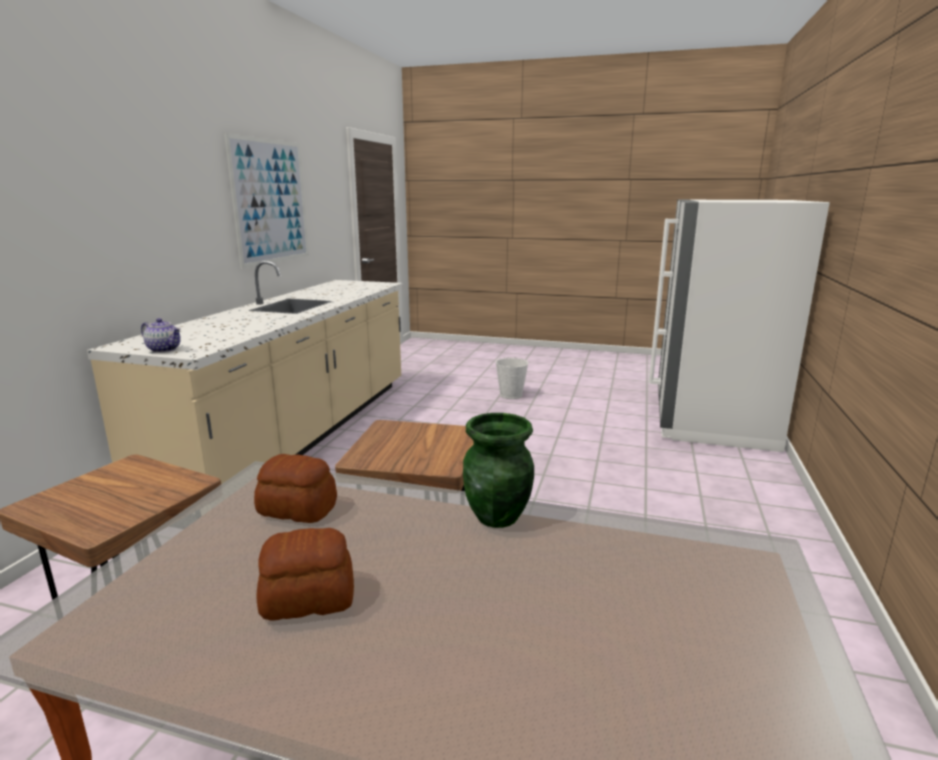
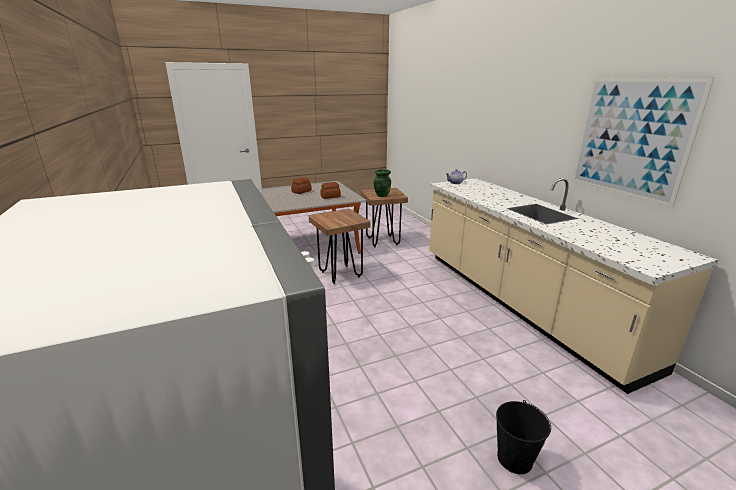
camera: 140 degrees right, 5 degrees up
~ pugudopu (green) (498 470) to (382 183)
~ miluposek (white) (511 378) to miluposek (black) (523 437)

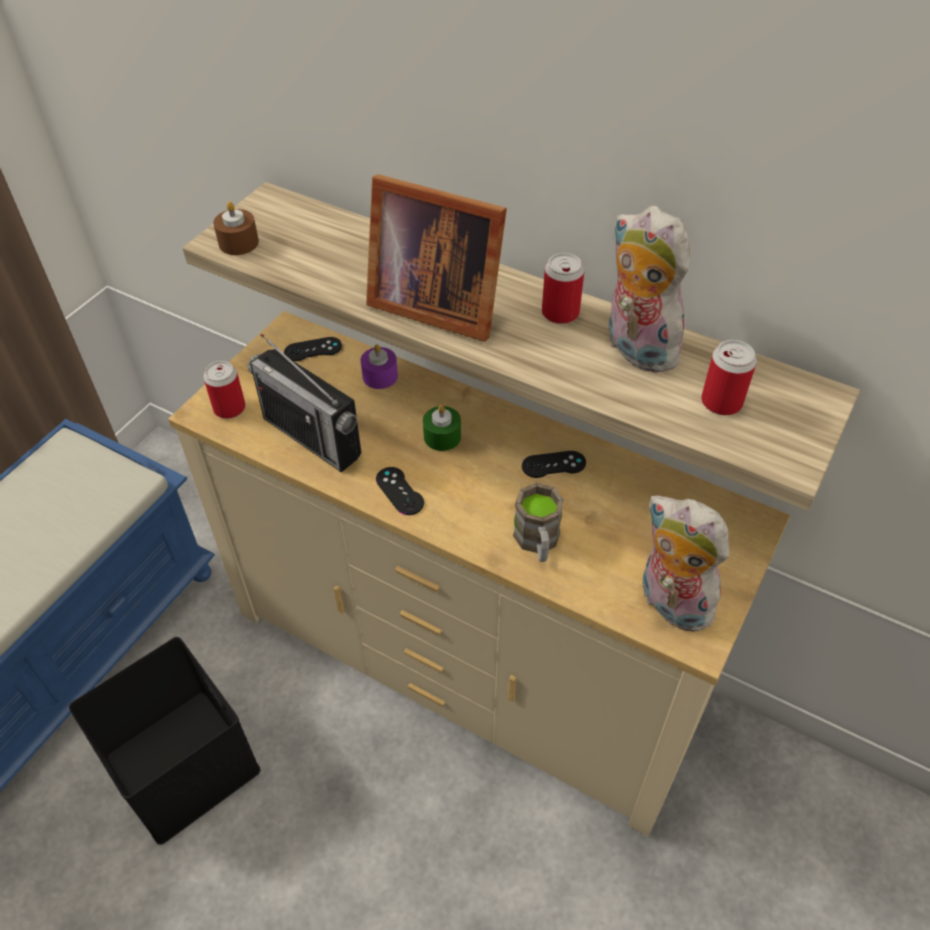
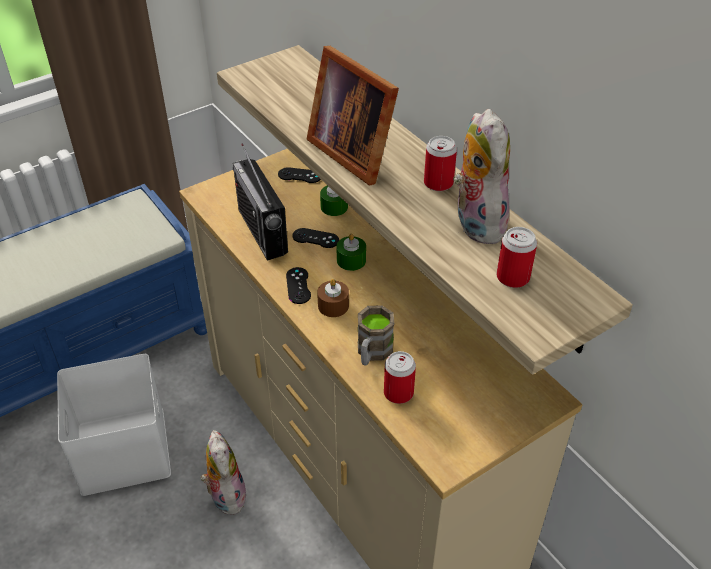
camera: 25 degrees right, 5 degrees down
~ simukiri (224 390) to (400 377)
~ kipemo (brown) (236 228) to (333 298)
~ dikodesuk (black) (554 464) to (315 238)
~ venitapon (685 564) to (224 472)
~ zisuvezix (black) (165 741) to zisuvezix (white) (114 425)
~ kipemo (purple) (379 366) to kipemo (green) (334 200)

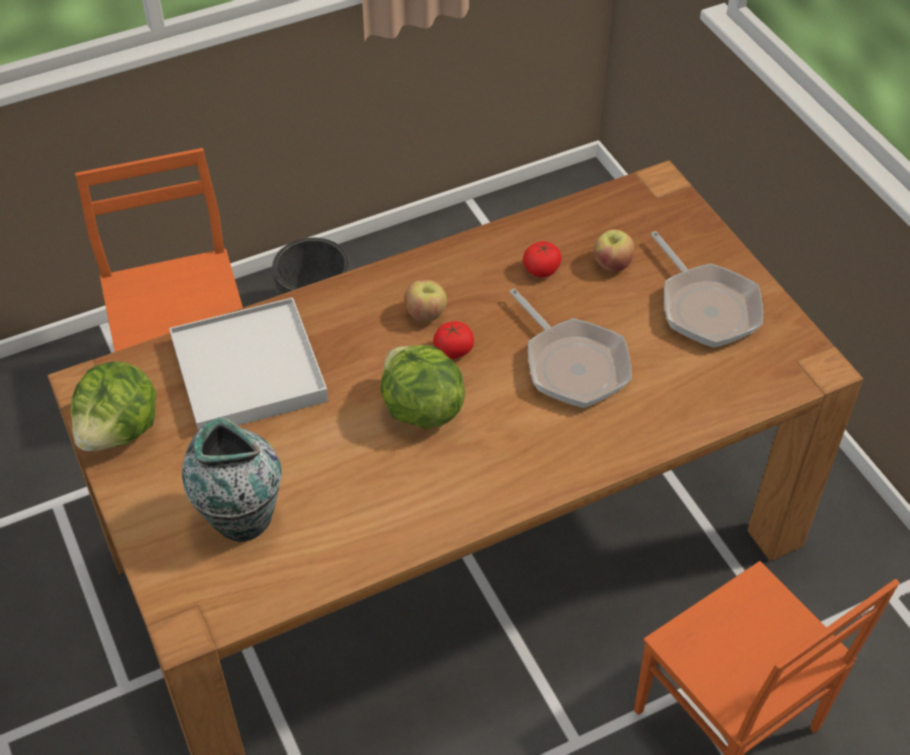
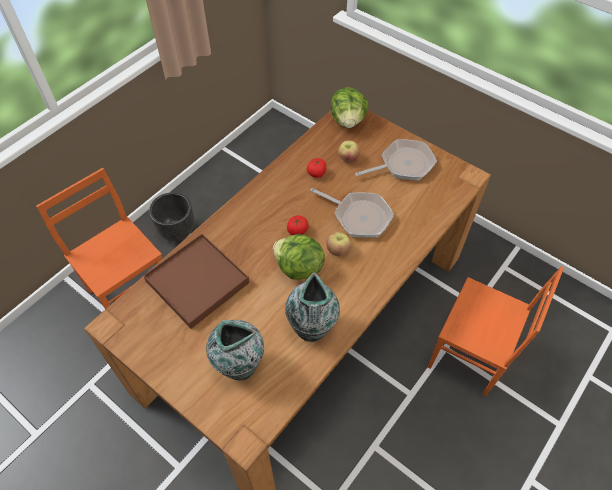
camera: 25 degrees left, 5 degrees up
+ pugudopu (312 307)
~ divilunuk (113 406) to (349 107)
~ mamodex (426 301) to (338 244)
~ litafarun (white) (248 363) to litafarun (brown) (196 281)
~ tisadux (707 289) = (396 159) 60 degrees counterclockwise

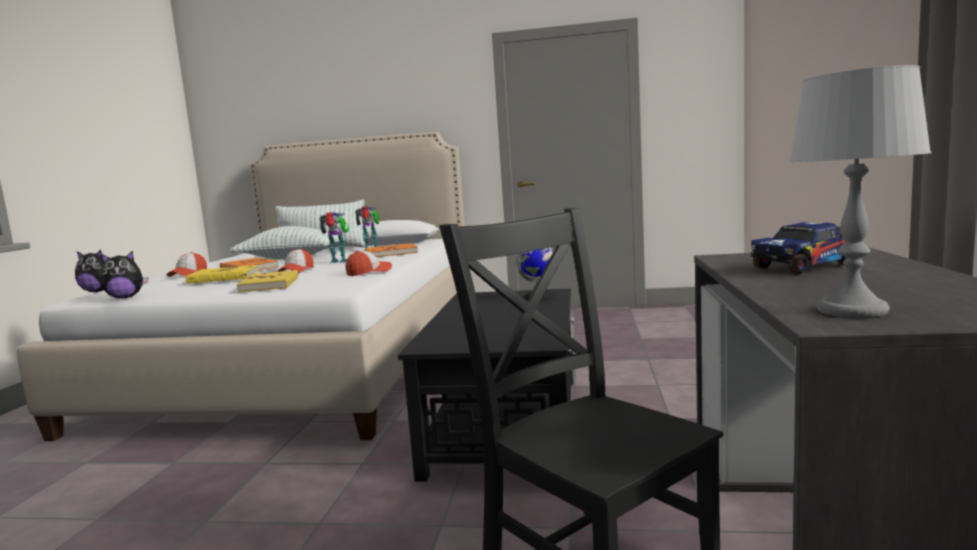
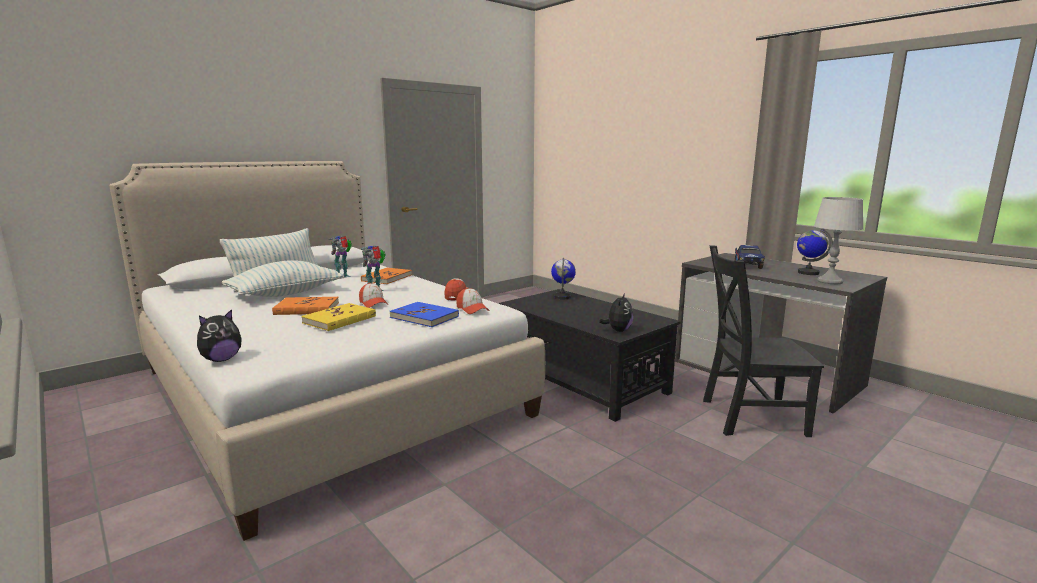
camera: 50 degrees left, 5 degrees up
+ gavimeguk (815 251)
~ venitapon (124 274) to (616 312)
~ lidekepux (187 264) to (472 301)
~ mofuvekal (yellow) (267 281) to mofuvekal (blue) (424 314)

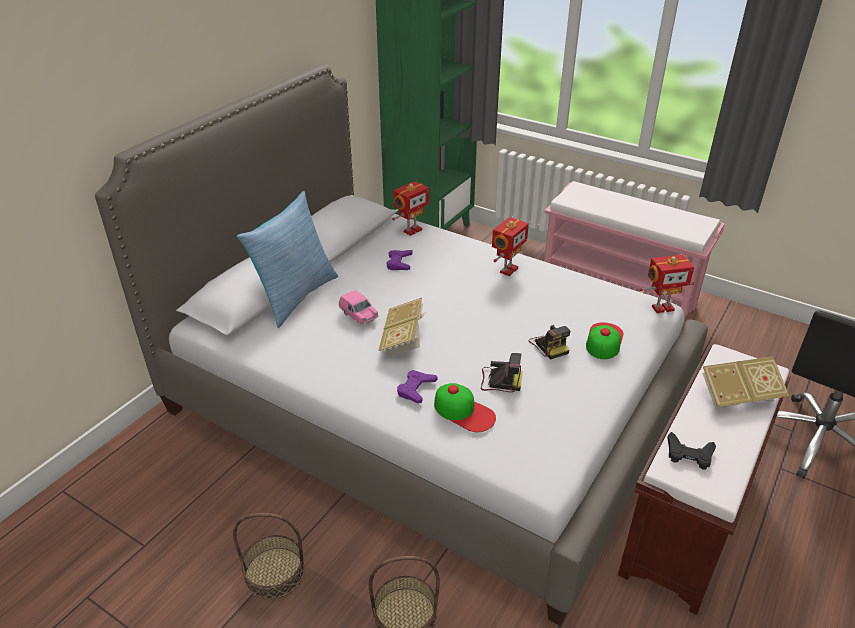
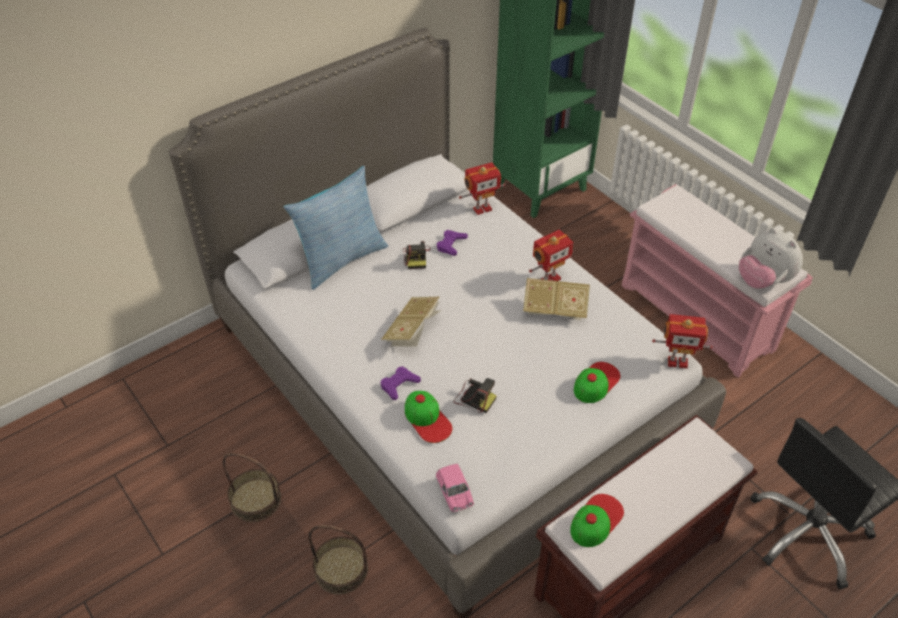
camera: 20 degrees right, 10 degrees up
+ venitapon (771 258)
~ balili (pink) (358 307) to (455 488)
~ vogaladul (550 342) to (416 255)
~ mofuvekal (745 383) to (556 299)
~ dikodesuk (black) (691 451) to lidekepux (597 520)

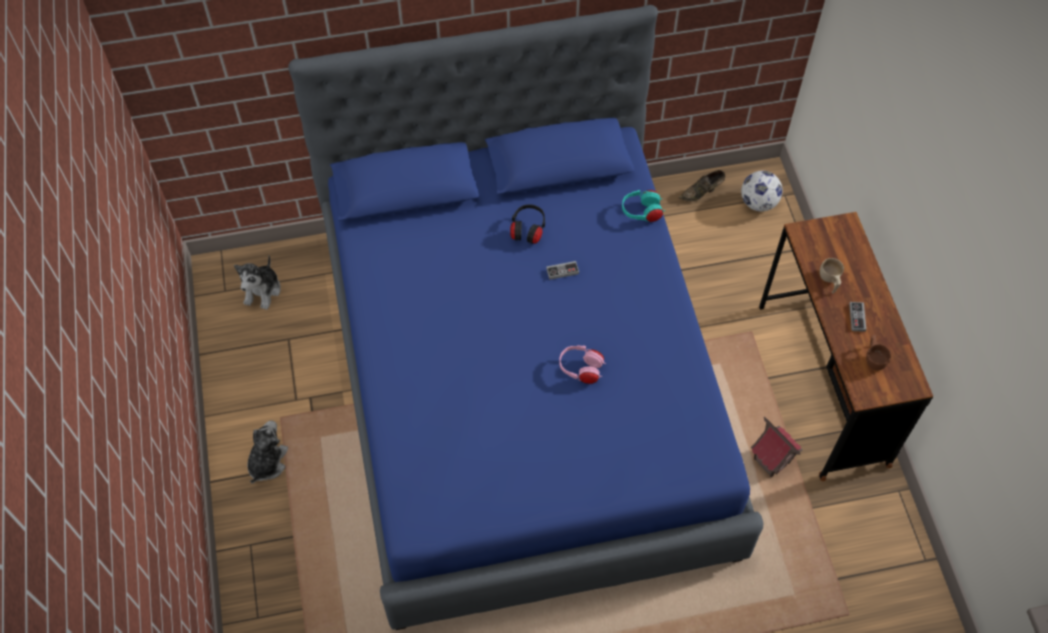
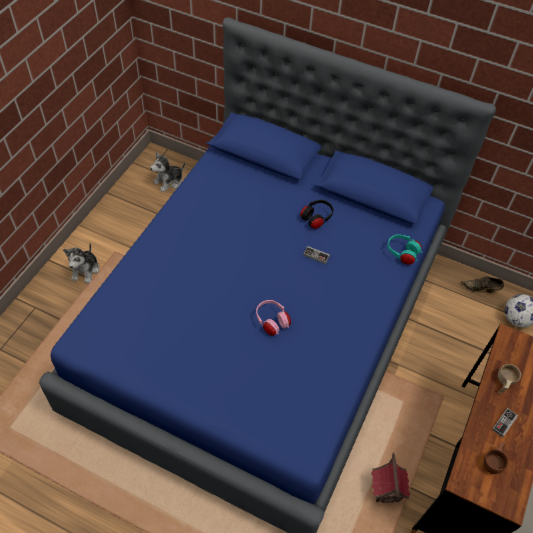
camera: 35 degrees right, 5 degrees down
~ venitapon (267 451) = (81 263) 135 degrees clockwise

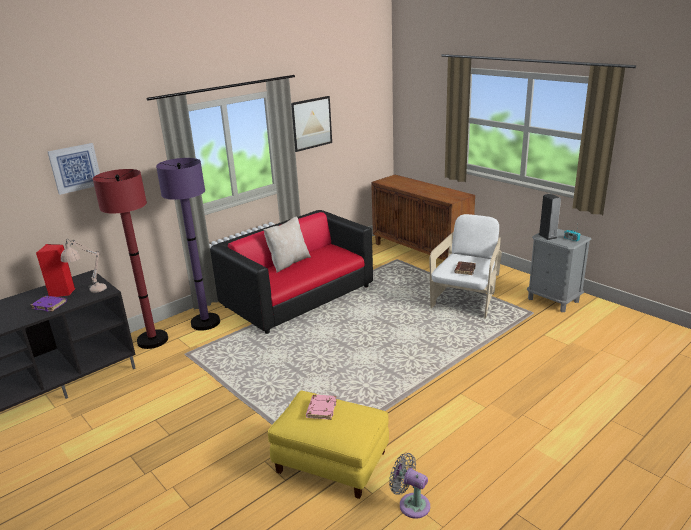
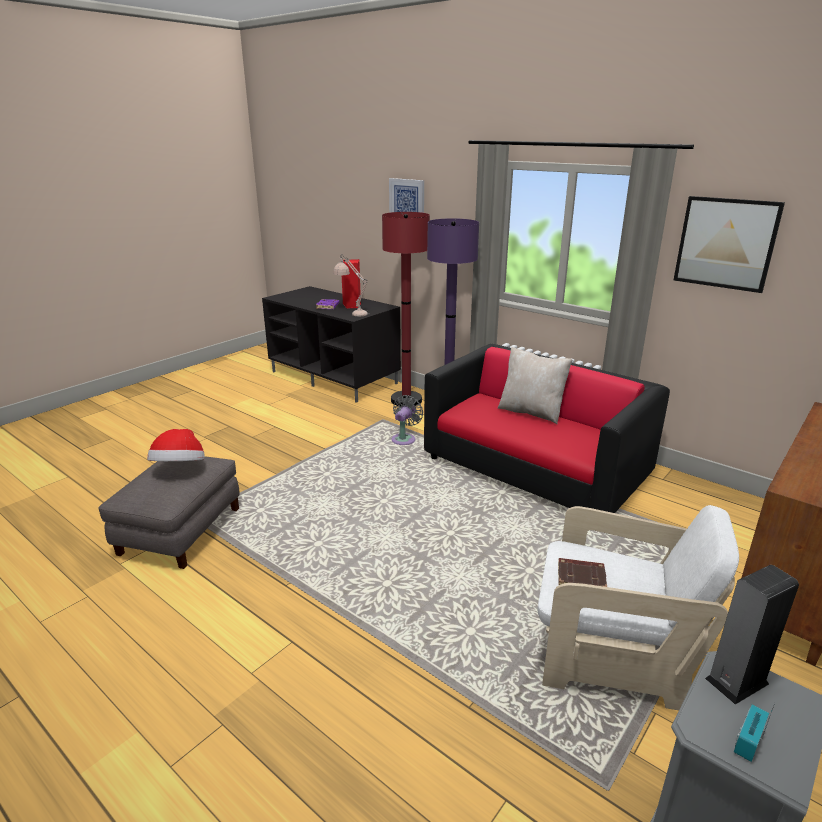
camera: 80 degrees right, 0 degrees up
~ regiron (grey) (409 486) to (407 420)
~ mofuvekal (pink) (321 407) to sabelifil (176 445)
~ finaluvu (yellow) (328 445) to finaluvu (grey) (169 512)

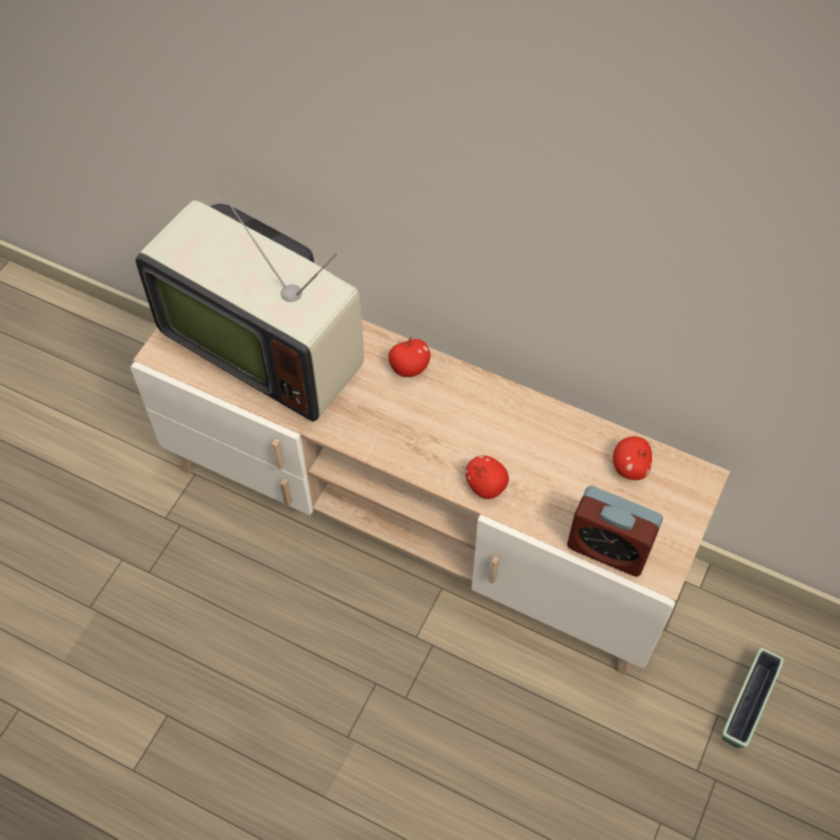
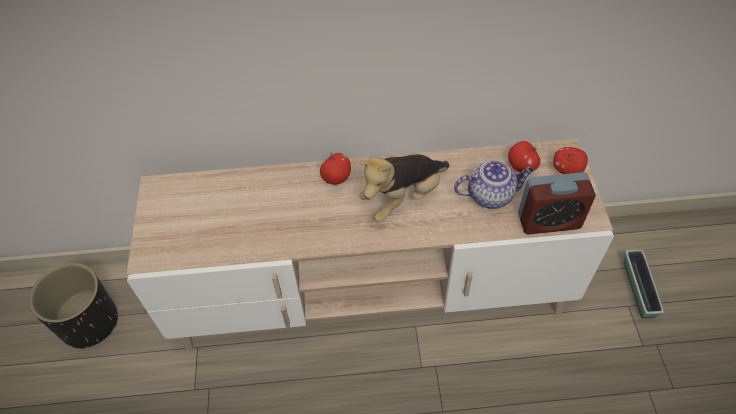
camera: 30 degrees left, 5 degrees down
- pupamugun (249 305)
+ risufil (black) (73 306)
+ venitapon (404 188)
+ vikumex (494 184)
~ mamodex (487 477) to (570 160)

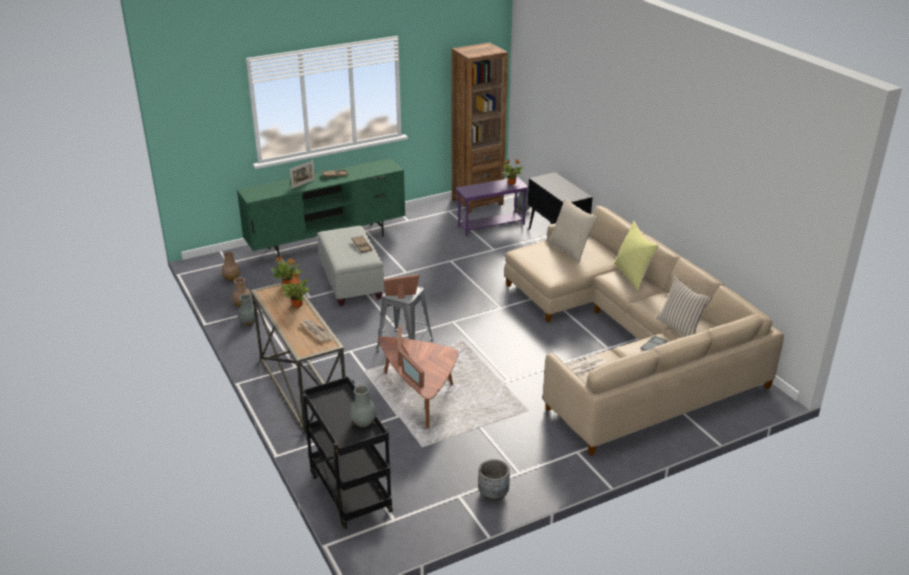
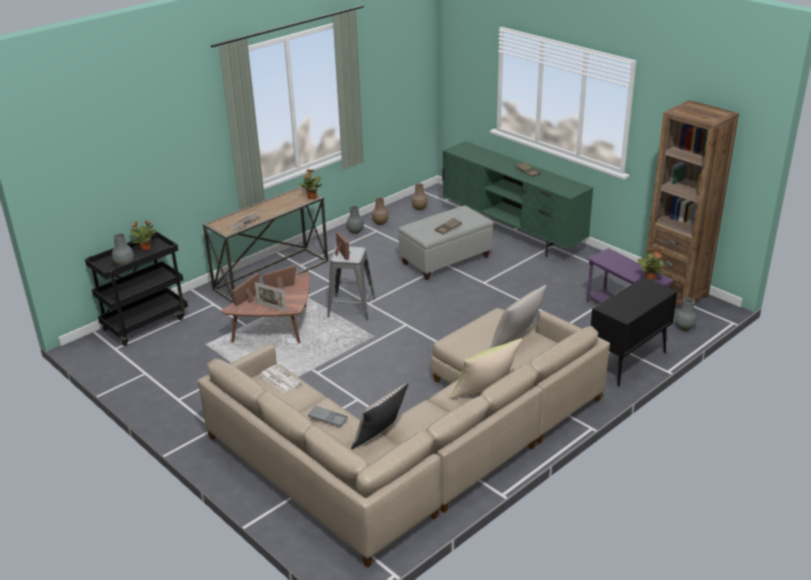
camera: 75 degrees right, 0 degrees up
- risufil (grey) (494 480)
~ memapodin (296 291) to (142 235)
~ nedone (302 174) to (271 297)

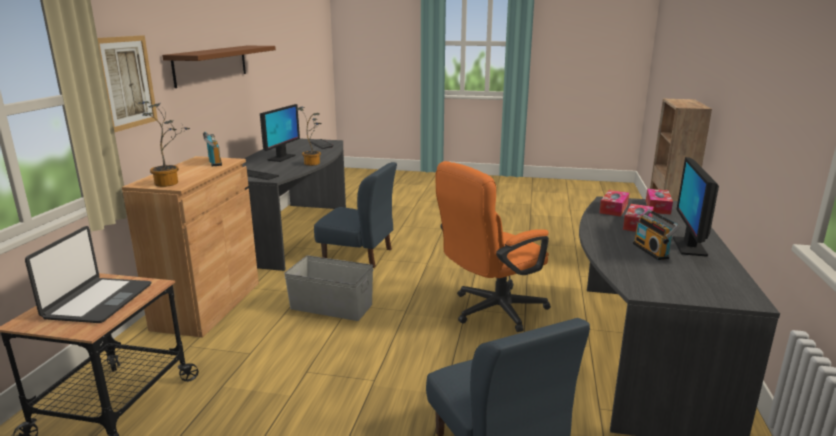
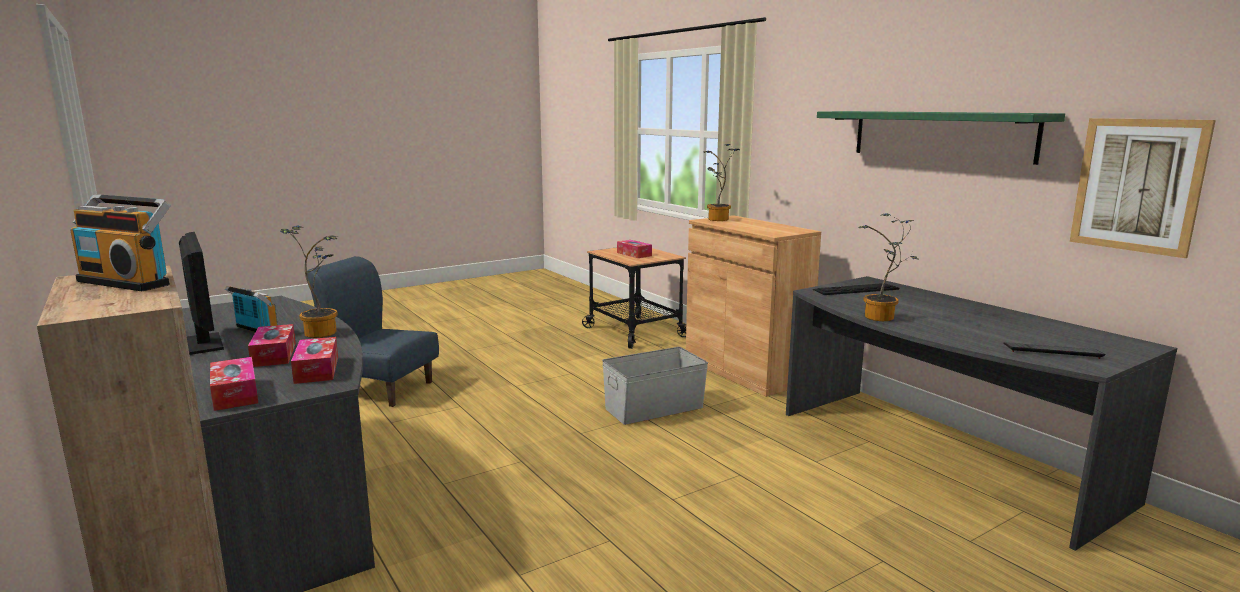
camera: 135 degrees right, 5 degrees down
- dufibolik (280 133)
- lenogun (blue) (355 215)
- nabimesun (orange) (493 246)
+ memapodin (309 281)
~ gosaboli (127 83) to (1143 188)
~ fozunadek (212 148) to (120 242)
~ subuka (88 274) to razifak (634 249)
~ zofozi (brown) (219 67) to zofozi (green) (941 138)

